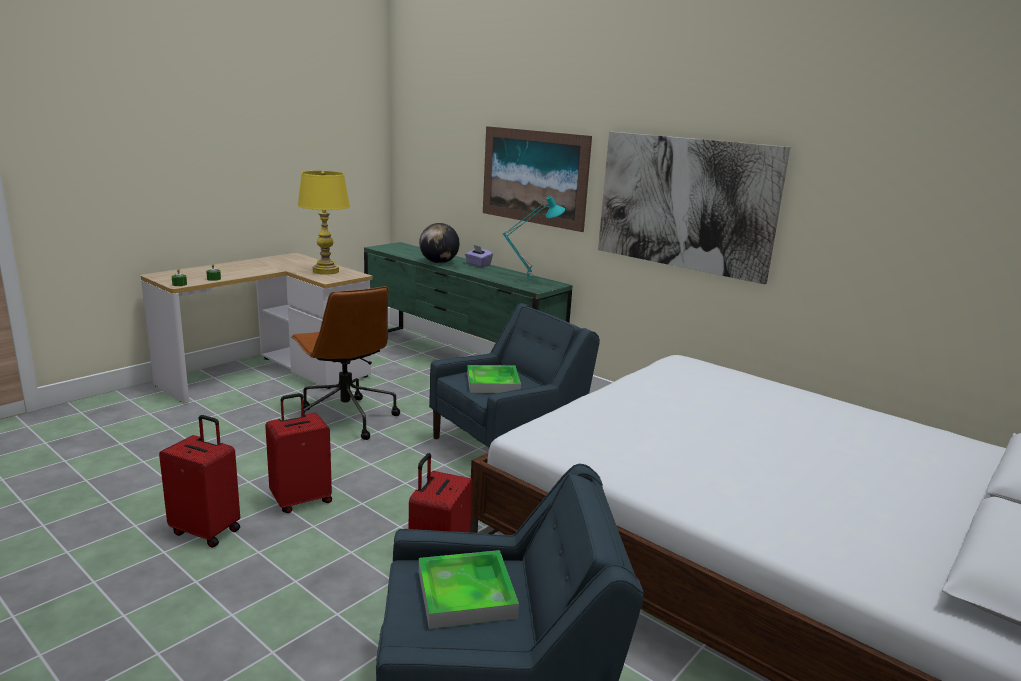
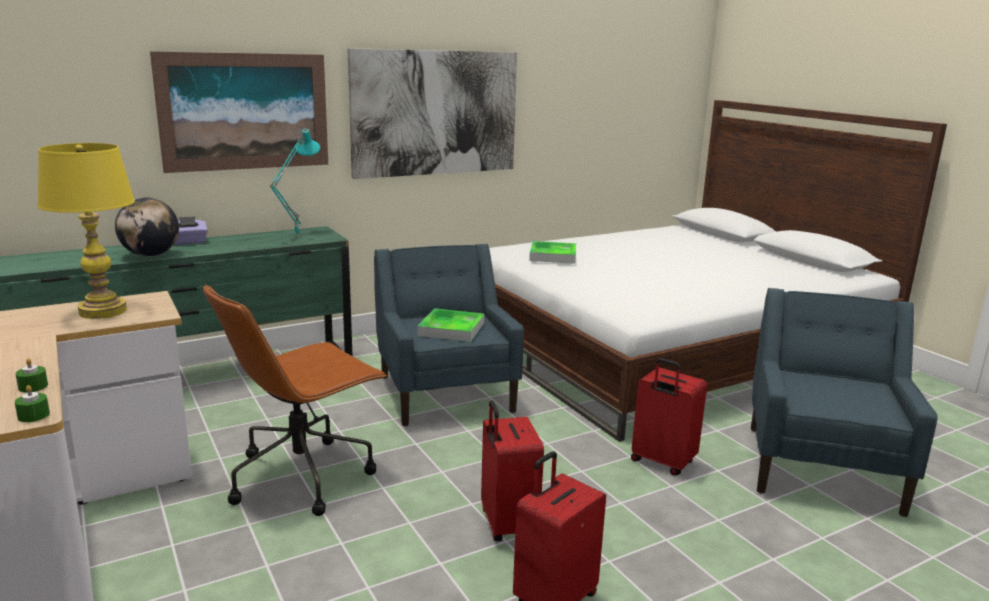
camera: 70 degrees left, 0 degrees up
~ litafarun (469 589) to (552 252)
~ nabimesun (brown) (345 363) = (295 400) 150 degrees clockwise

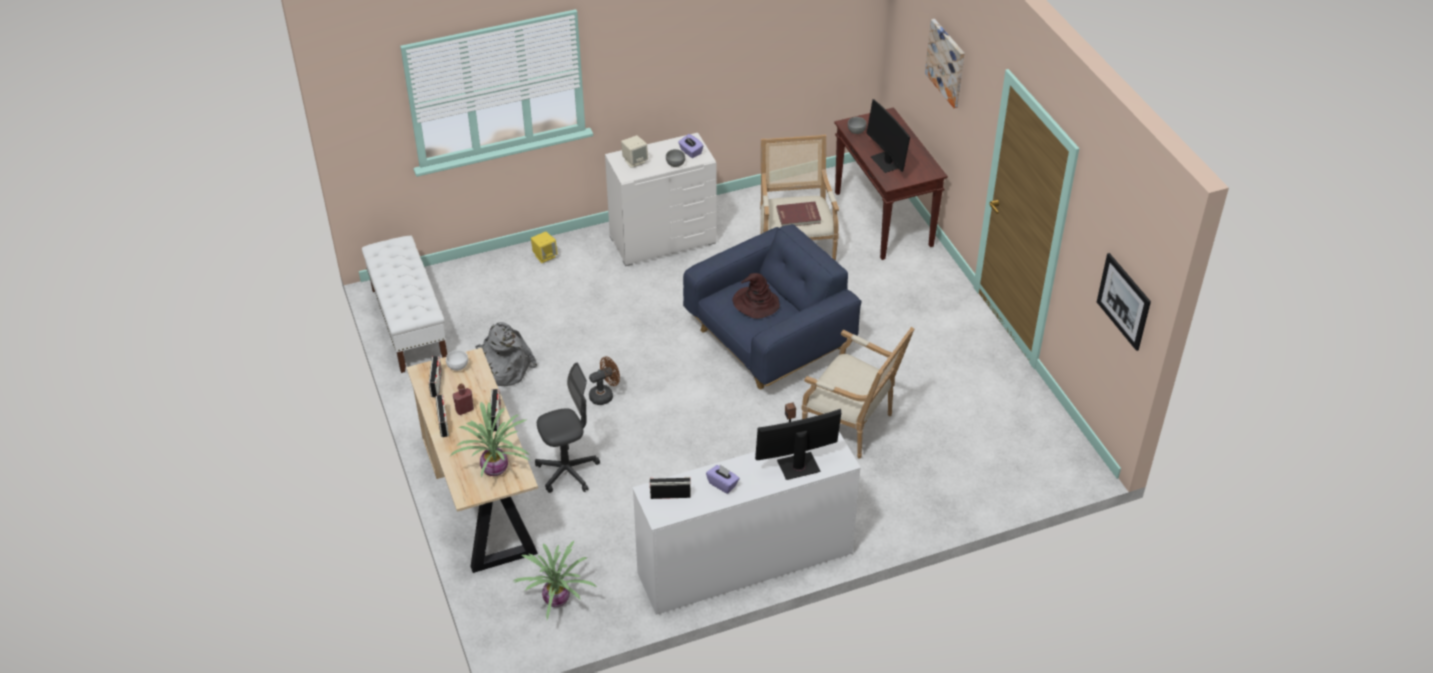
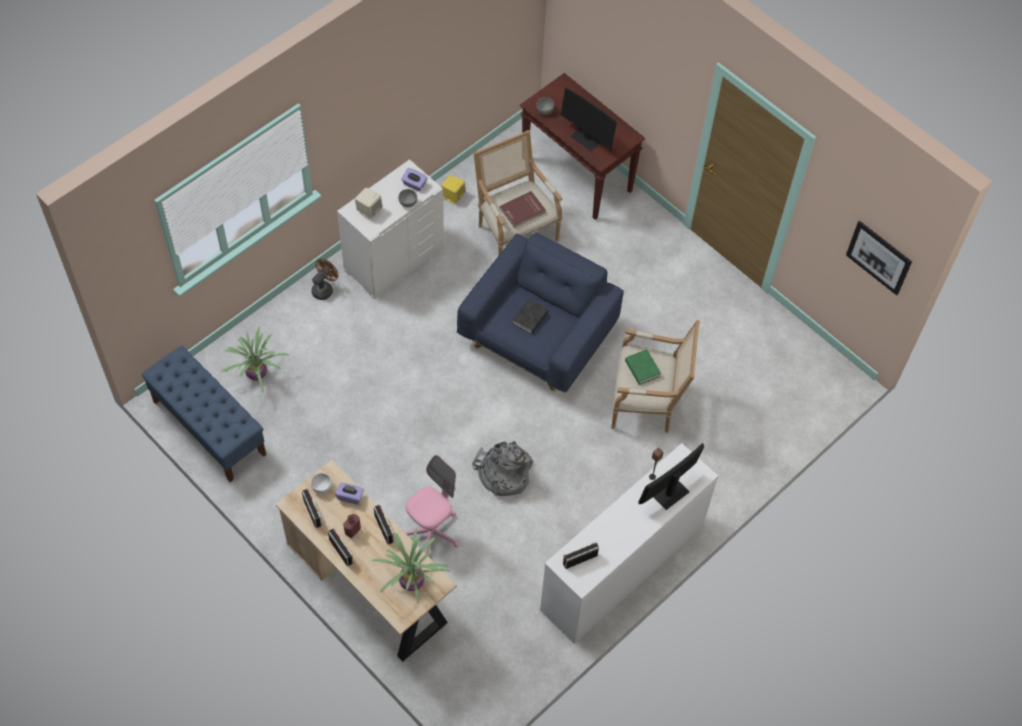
camera: 25 degrees left, 15 degrees up
- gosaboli (944 63)
+ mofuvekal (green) (643 367)
~ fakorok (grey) (506 354) to (502 469)
~ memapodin (555 580) to (255 360)
~ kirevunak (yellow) (544 247) to (453 189)
~ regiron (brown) (604 380) to (324 279)
~ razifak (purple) (723 479) to (349 494)
~ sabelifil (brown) (756 296) to mofuvekal (black) (530 316)
~ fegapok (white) (404 304) to fegapok (blue) (204 414)
~ nabimesun (grey) (567 427) to nabimesun (pink) (432 506)

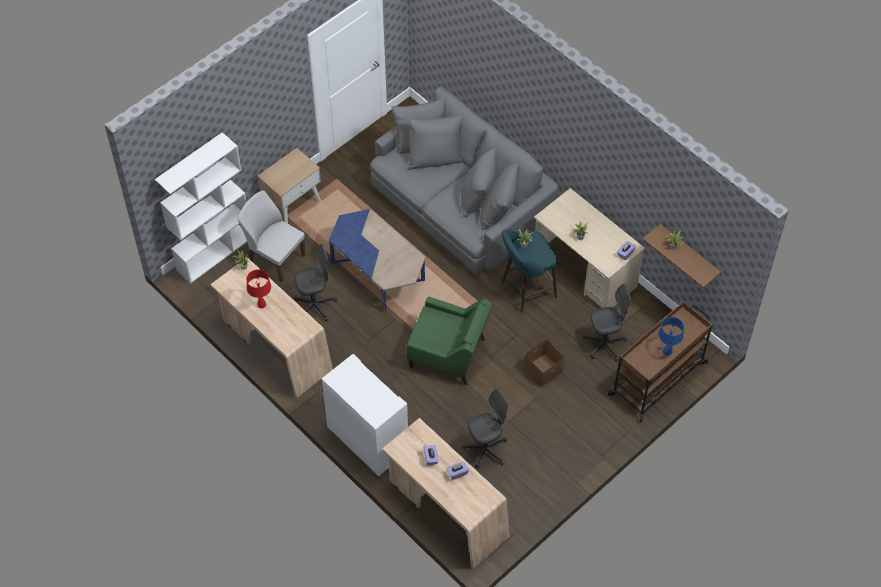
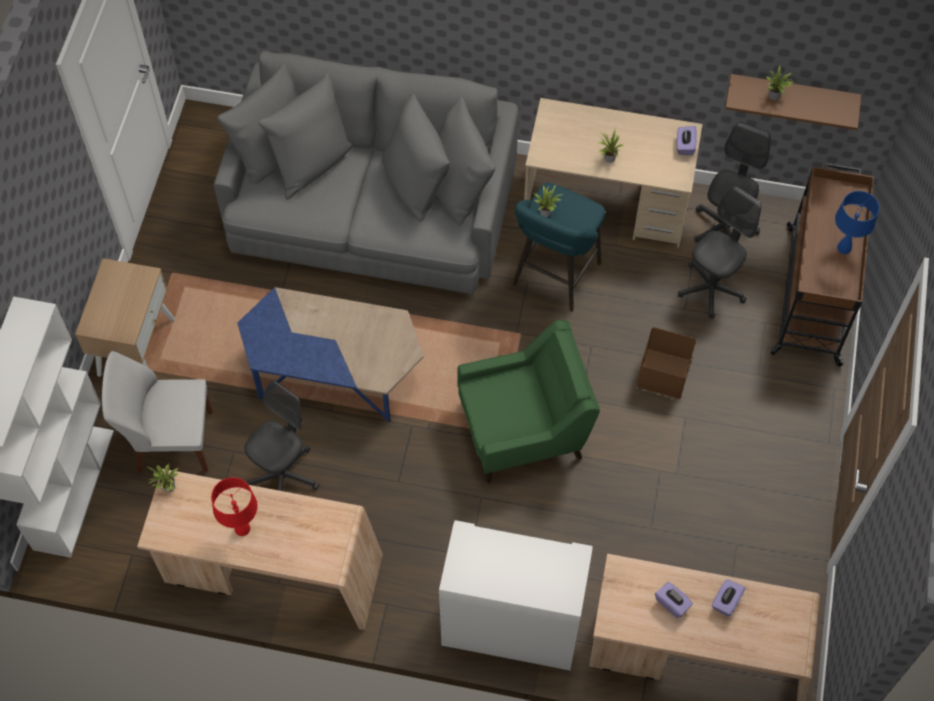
camera: 35 degrees left, 5 degrees up
~ nabimesun (grey) (485 429) to (733 182)

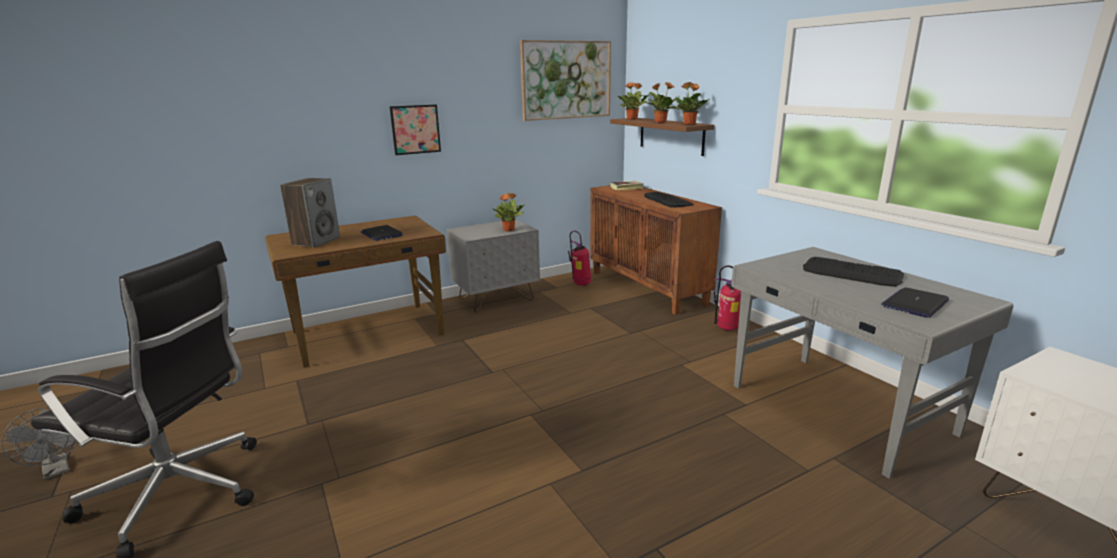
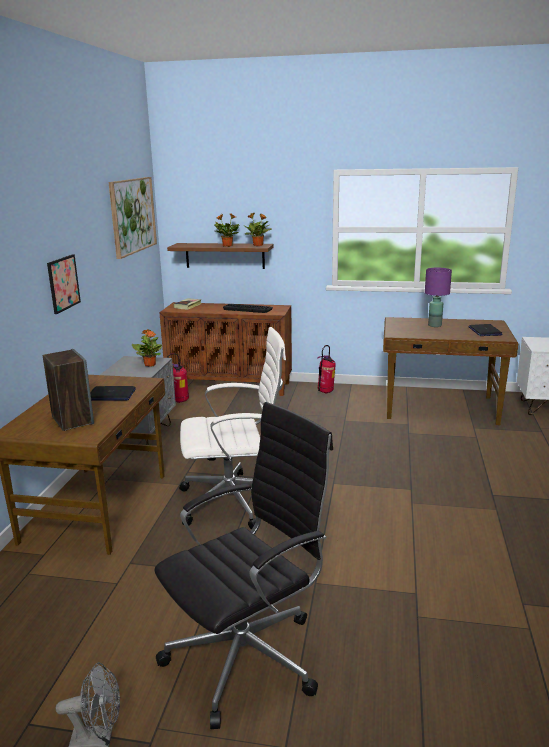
camera: 50 degrees left, 0 degrees up
- memapodin (633 101)
+ nabimesun (white) (232 428)
~ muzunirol (853 272) to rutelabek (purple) (438 297)
~ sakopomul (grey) (872 363) to sakopomul (brown) (450 371)

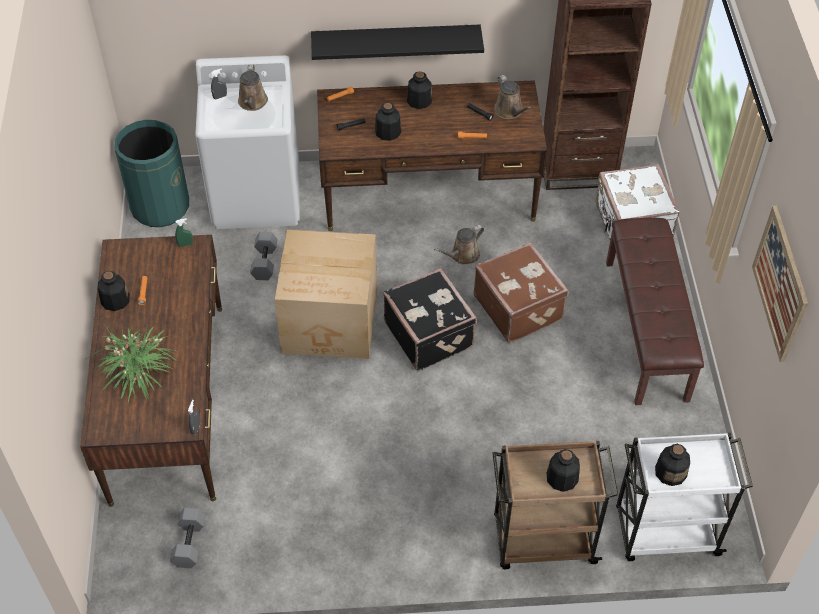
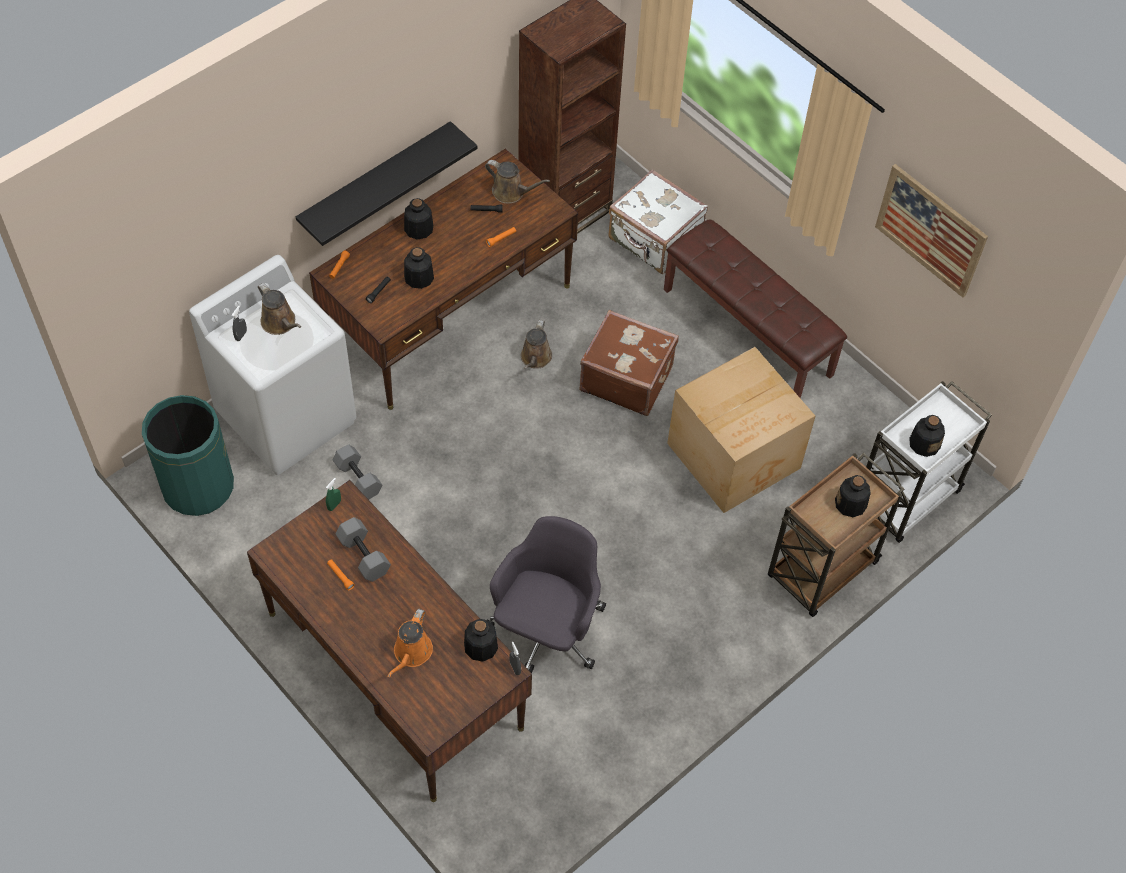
camera: 40 degrees left, 5 degrees up
- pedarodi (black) (430 319)
+ nabimesun (grey) (546 594)
~ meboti (114 291) to (481 640)
~ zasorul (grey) (188 538) to (363 549)
~ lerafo (325 294) to (741 430)
~ memapodin (132 363) to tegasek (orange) (410 643)

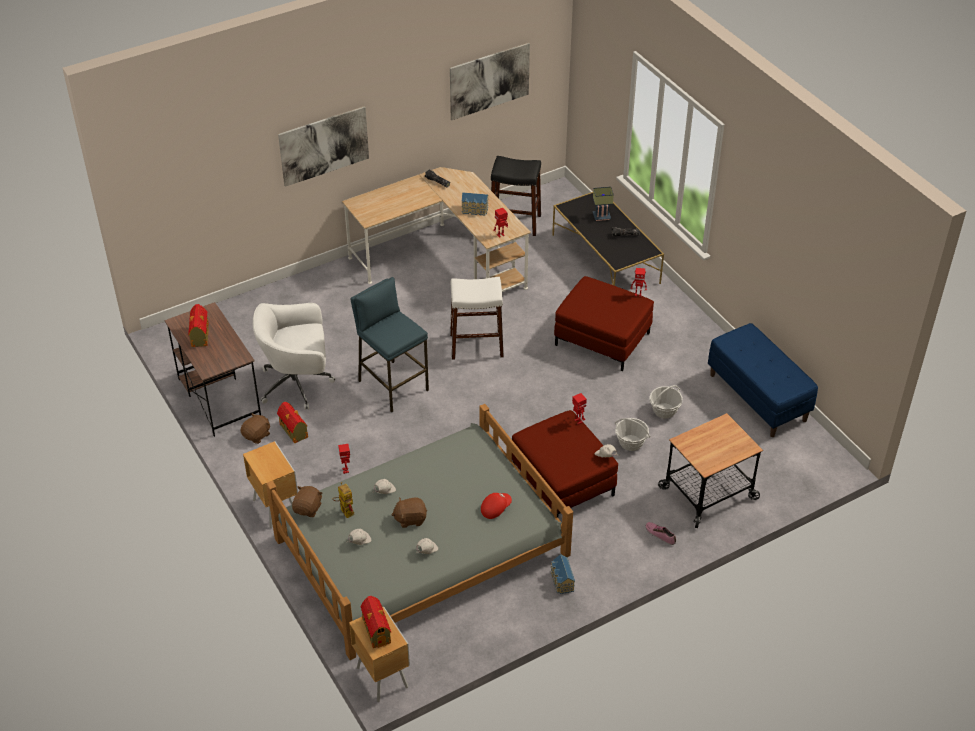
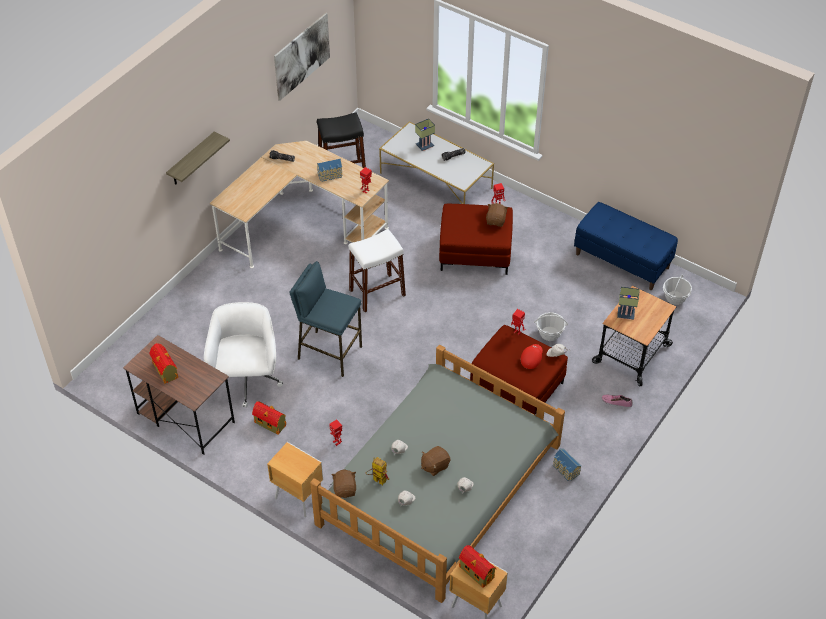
camera: 25 degrees left, 5 degrees up
+ rutelabek (628 303)
~ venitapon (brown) (255 428) to (497 215)
~ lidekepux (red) (496 506) to (532 356)
~ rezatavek (666 402) to (677 290)
~ gosaboli (323 146) to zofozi (198 158)
~ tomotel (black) (608 239) to tomotel (white) (436 162)
~ nabimesun (white) (294 356) = (243 355) 120 degrees clockwise

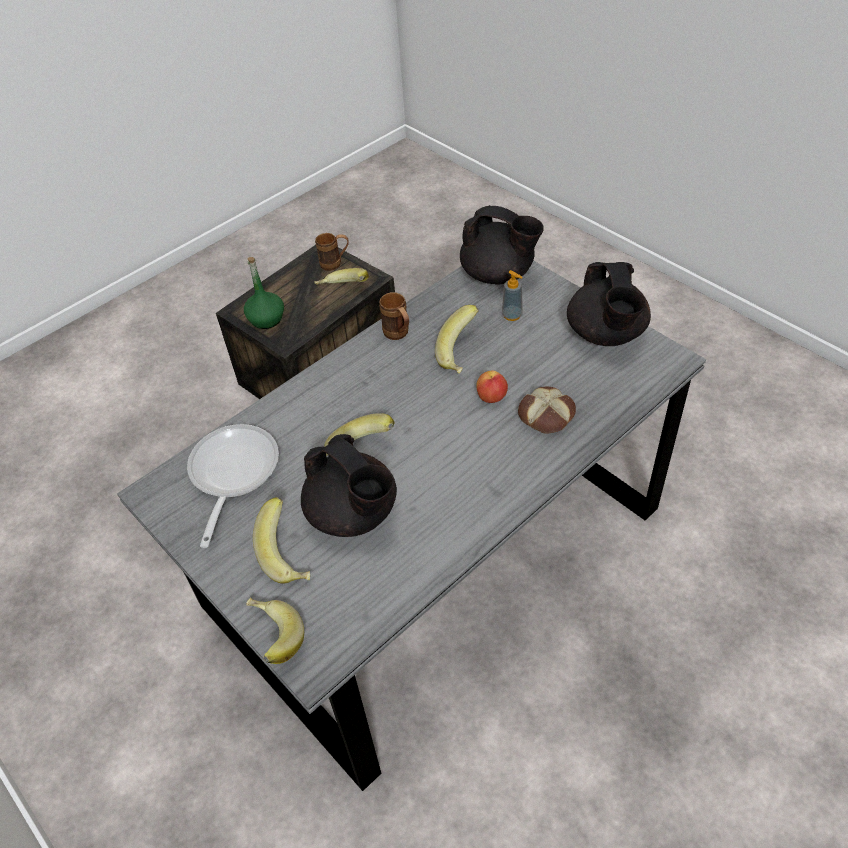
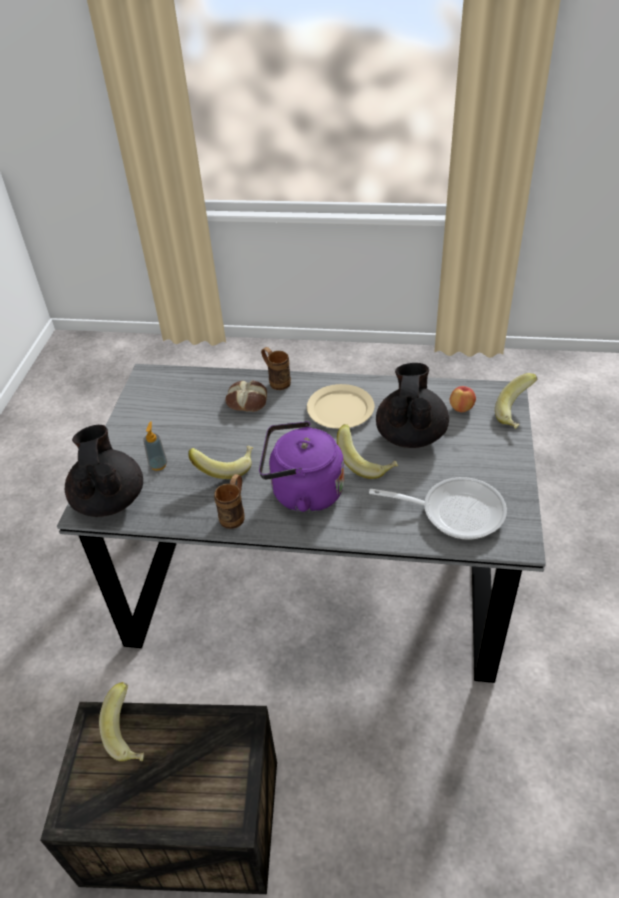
camera: 130 degrees left, 5 degrees down
- meboti (green) (264 293)
- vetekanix (281 540)
- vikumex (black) (609 304)
+ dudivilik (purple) (301 467)
+ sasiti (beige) (341 406)
~ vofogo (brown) (331 252) to (276 368)
~ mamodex (492 387) to (463 399)
~ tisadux (233 486) = (438 508) 135 degrees counterclockwise

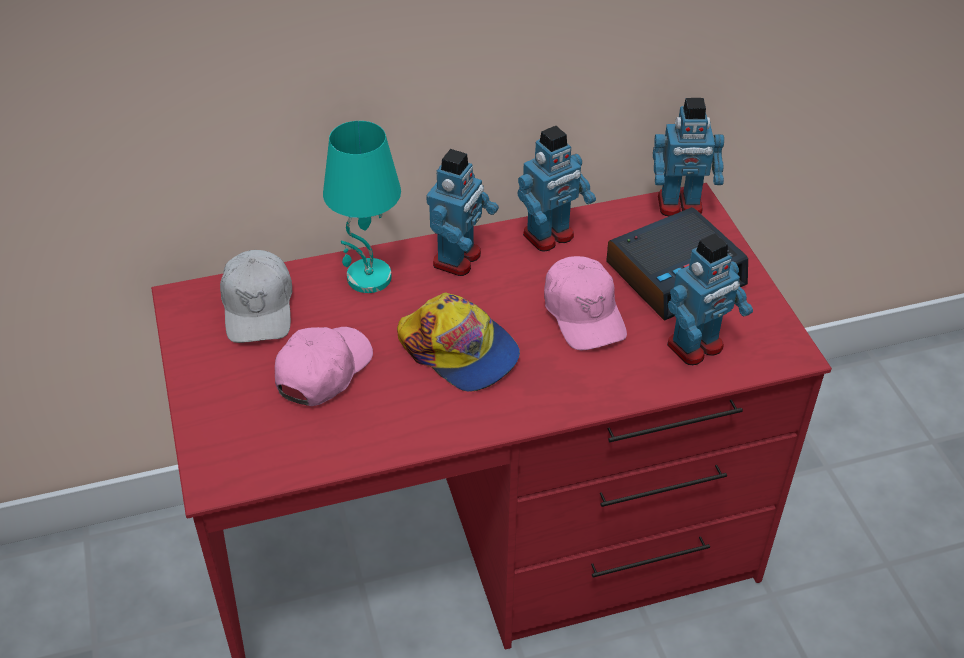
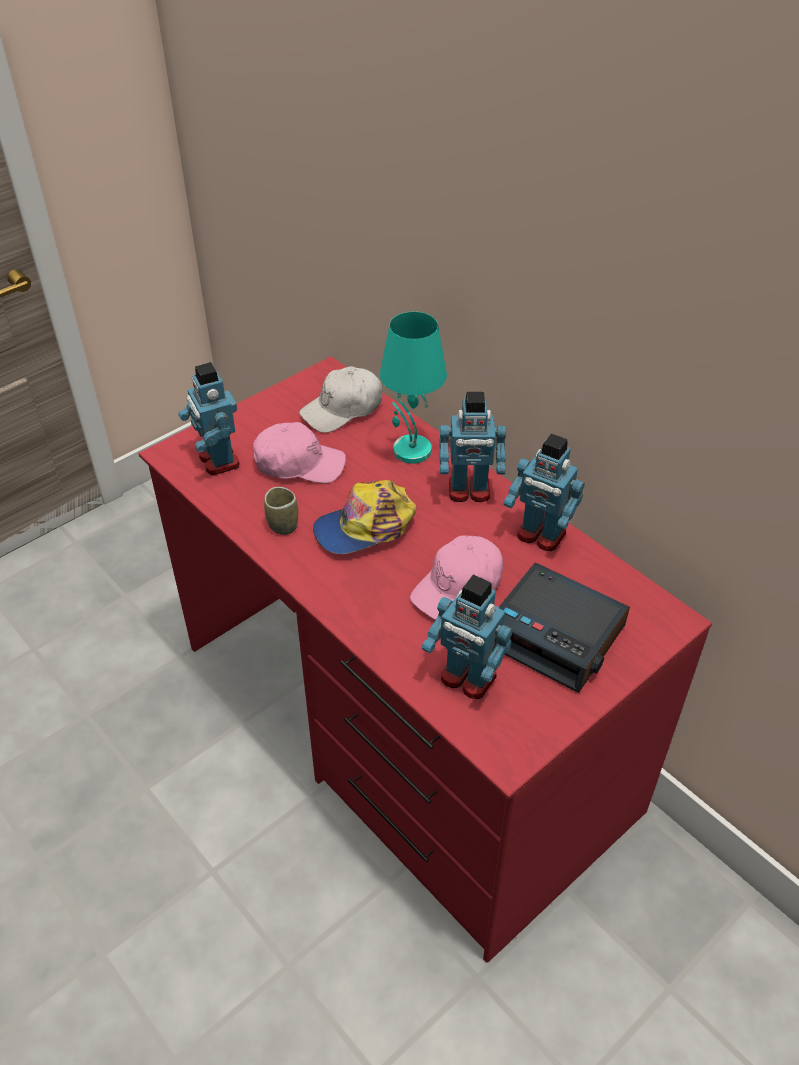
camera: 65 degrees right, 0 degrees up
+ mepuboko (281 511)
~ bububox (688 157) to (209 418)
~ lidekepux (458 342) = (364 517) 45 degrees clockwise

